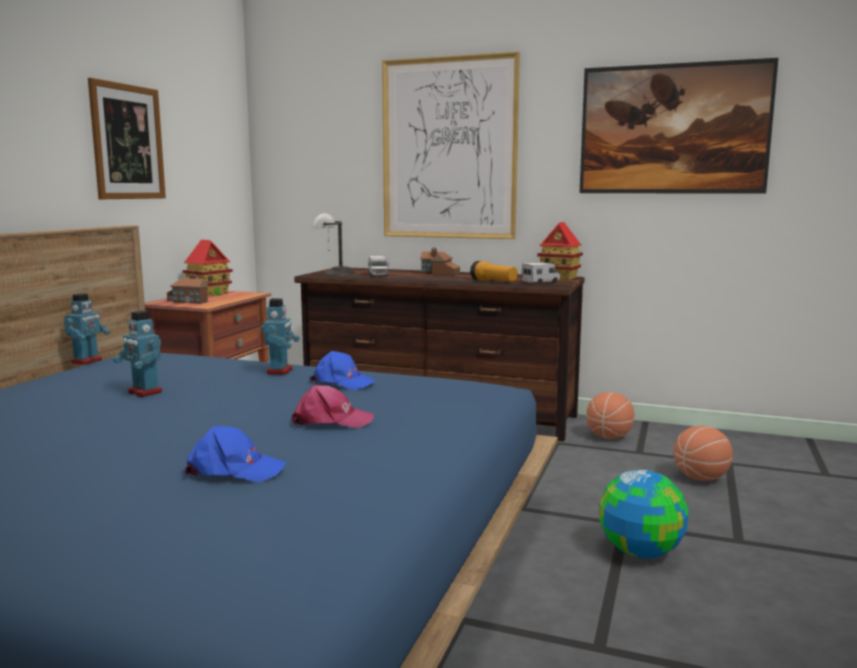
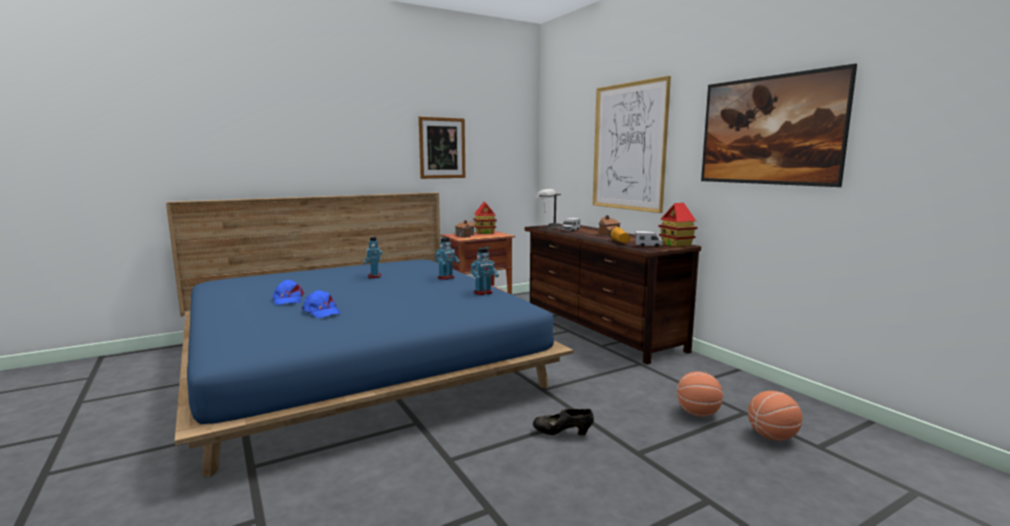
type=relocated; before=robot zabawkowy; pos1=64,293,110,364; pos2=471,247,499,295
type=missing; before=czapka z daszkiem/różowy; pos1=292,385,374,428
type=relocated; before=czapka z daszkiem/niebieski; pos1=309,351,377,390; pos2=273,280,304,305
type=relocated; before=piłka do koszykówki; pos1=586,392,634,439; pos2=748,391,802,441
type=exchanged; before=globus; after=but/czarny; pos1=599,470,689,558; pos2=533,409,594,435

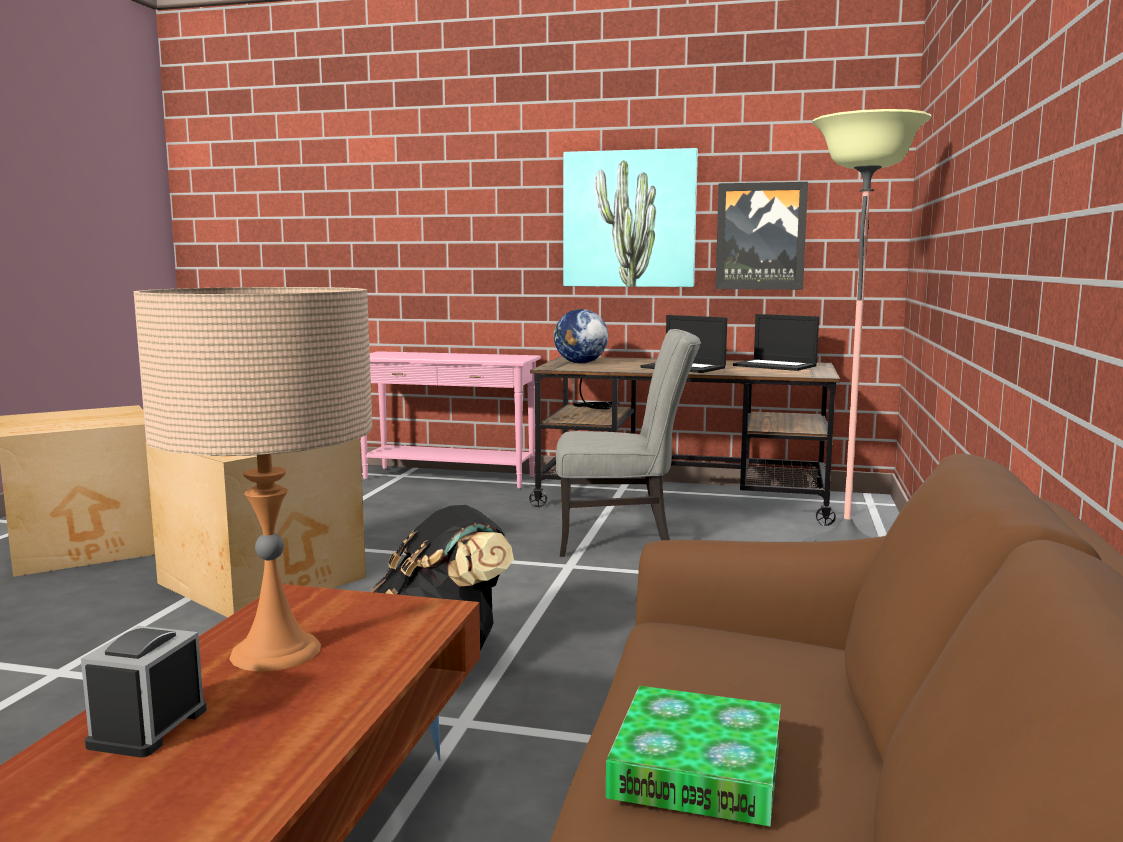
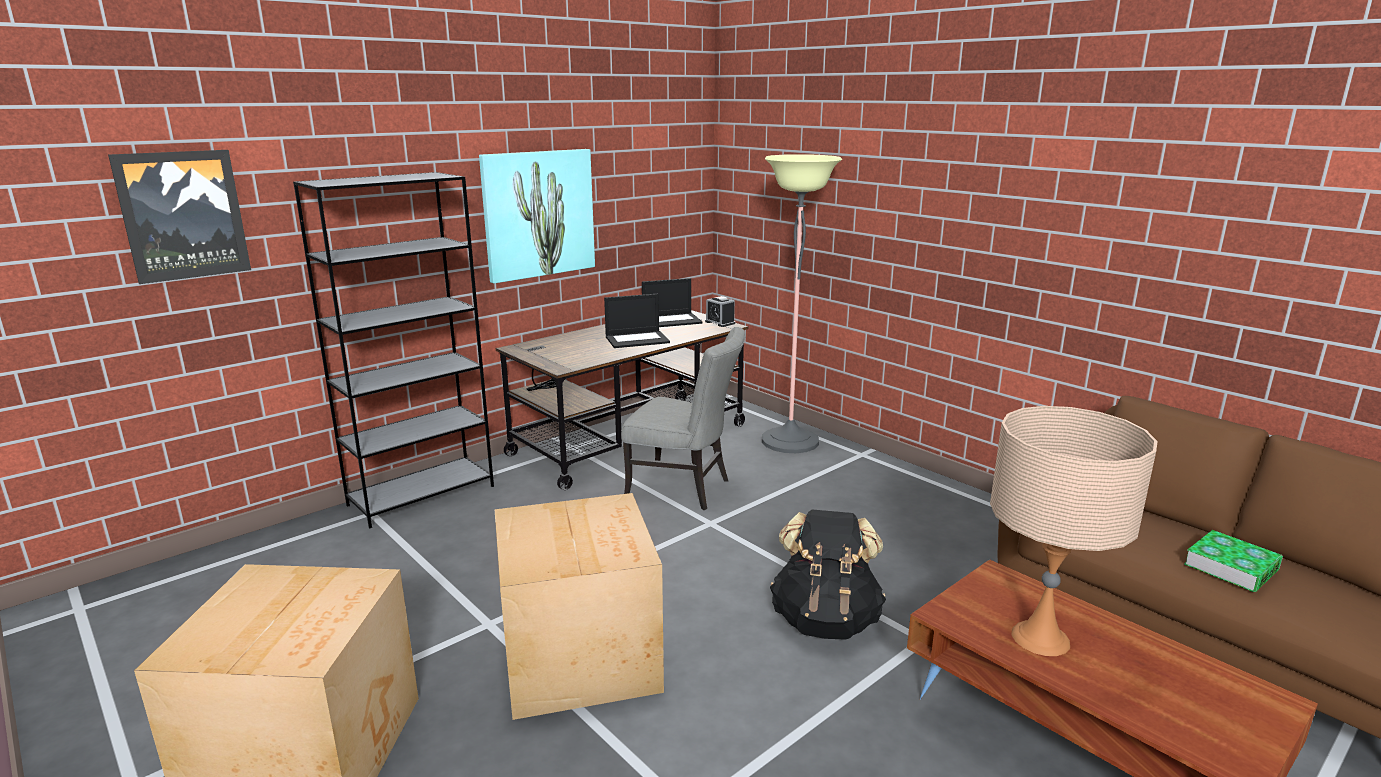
type=relocated; before=budzik; pos1=81,626,207,758; pos2=705,296,735,327
type=exchanged; before=stolik konsolowy/różowy; after=regał/szary; pos1=361,351,541,489; pos2=293,172,494,528
type=missing; before=globus; pos1=553,309,608,363
type=spun; before=krzesło/szary; pos1=556,329,701,557; pos2=621,327,746,510; turn=75
type=relocated; before=obraz; pos1=715,182,808,290; pos2=108,150,251,284

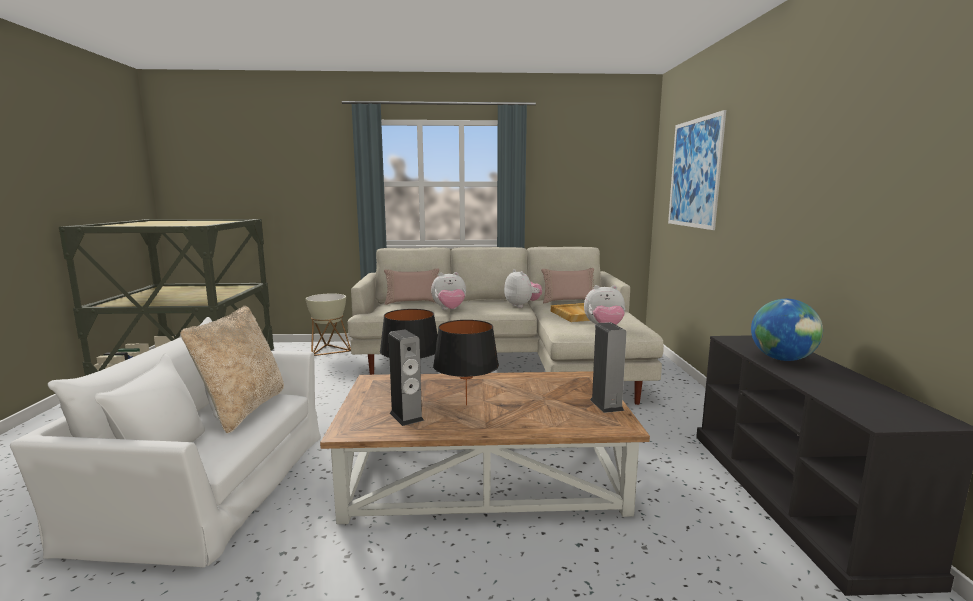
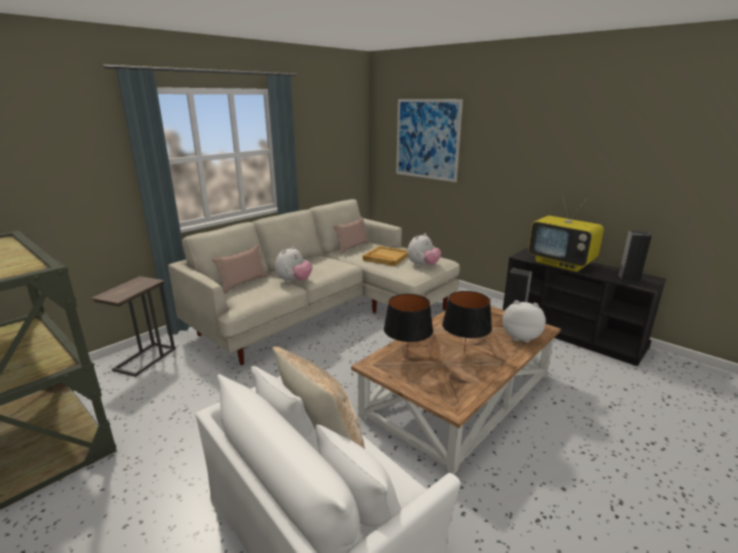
type=exchanged; before=donica; after=stolik/brązowy; pos1=306,293,351,356; pos2=92,276,176,377
type=relocated; before=głośnik; pos1=389,329,424,426; pos2=616,231,652,284
type=relocated; before=pluszak; pos1=504,269,542,308; pos2=503,300,546,343
type=exchanged; before=globus; after=telewizor; pos1=751,299,823,361; pos2=528,194,604,272

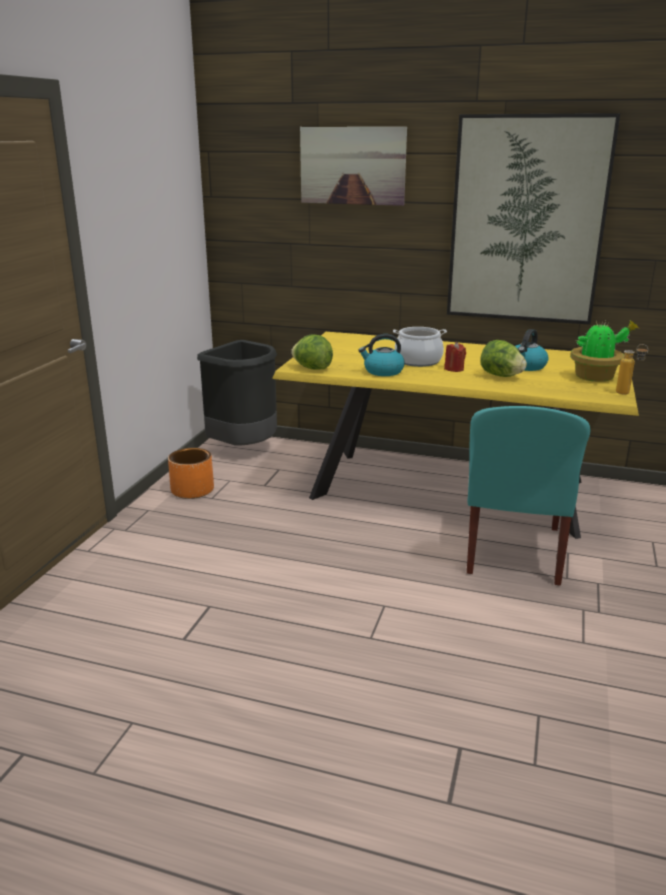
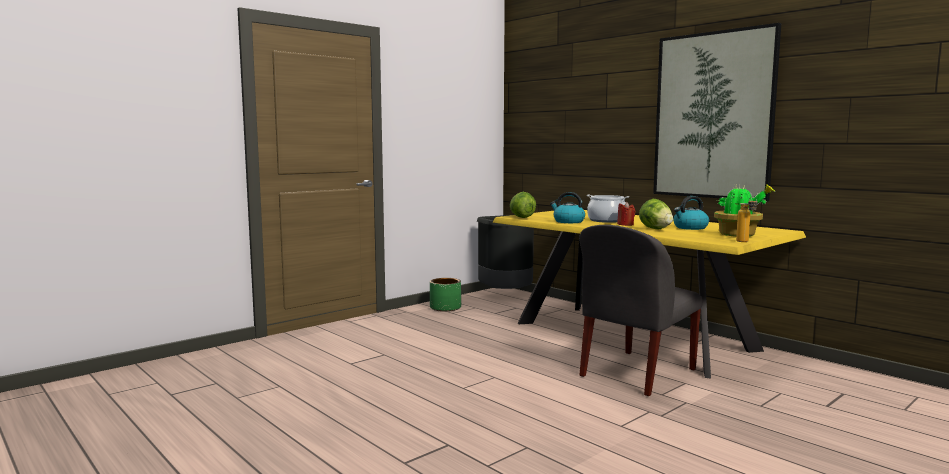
type=colour; before=donica/pomarańczowy; after=donica/zielony; pos1=168,448,214,499; pos2=430,278,461,312
type=missing; before=obraz; pos1=300,127,407,206
type=colour; before=krzesło/turkusowy; after=krzesło/szary; pos1=467,406,590,586; pos2=579,225,703,396

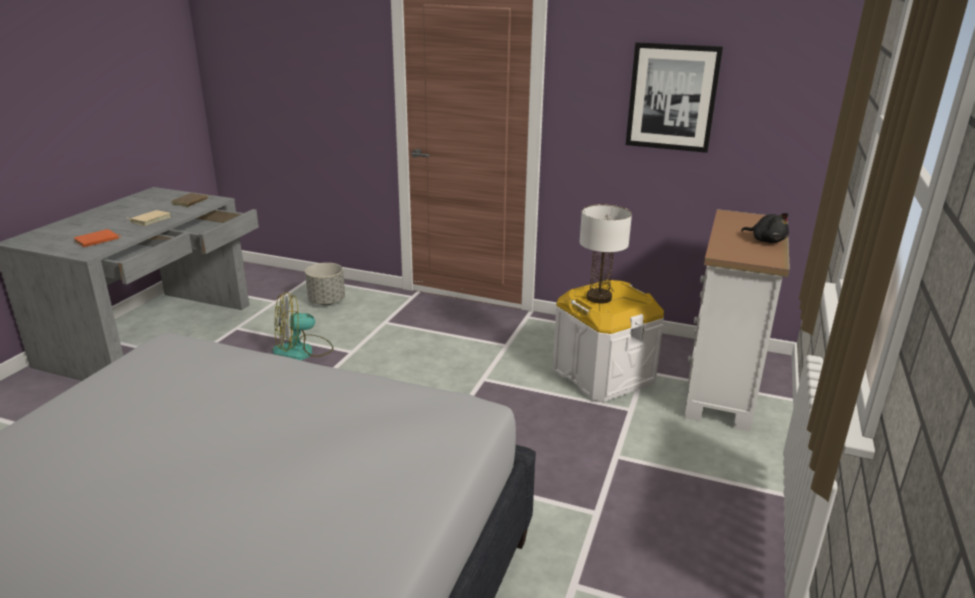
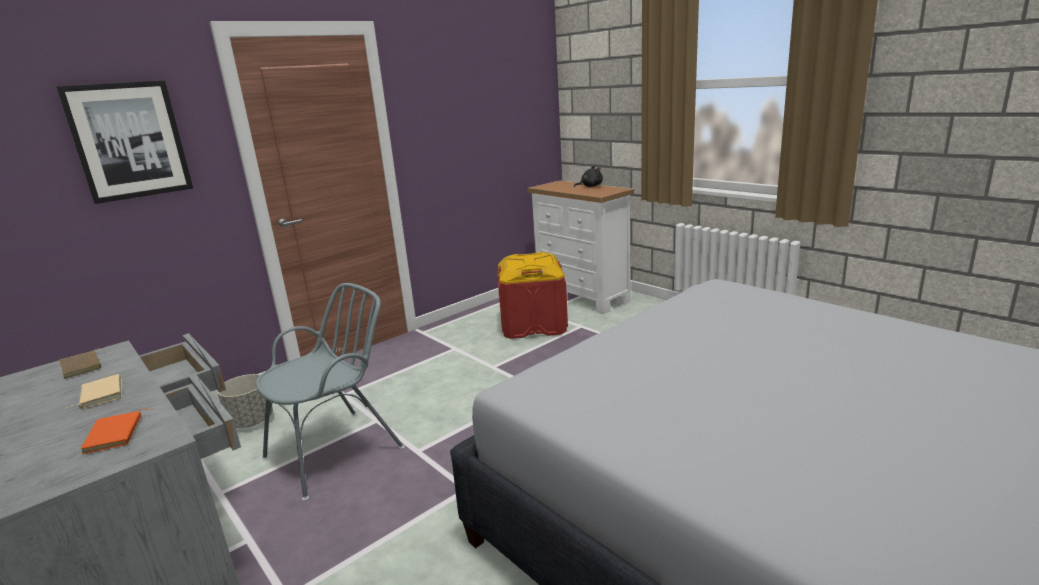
type=exchanged; before=wentylator; after=krzesło/szary; pos1=273,292,333,360; pos2=256,283,405,501
type=colour; before=pojemnik do przechowywania/biały; after=pojemnik do przechowywania/czerwony; pos1=552,280,664,402; pos2=497,252,568,339
type=missing; before=lampa stołowa; pos1=580,204,632,304
type=relocated; before=obraz; pos1=626,42,723,153; pos2=56,80,193,204

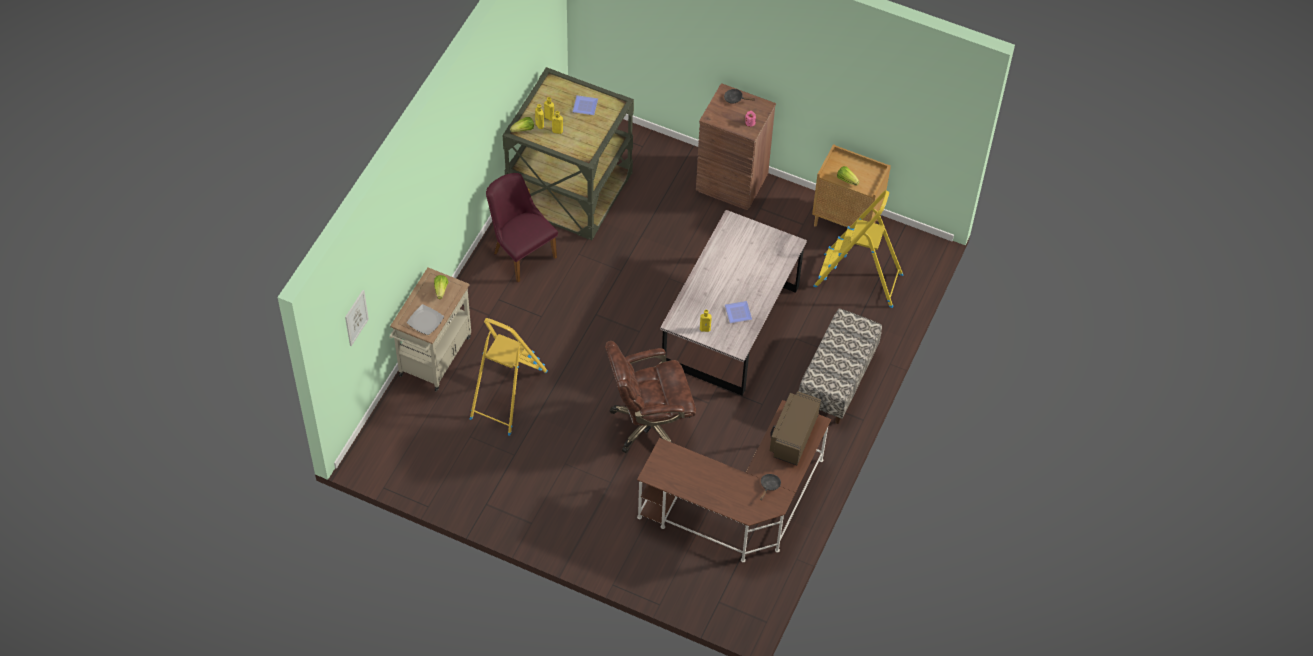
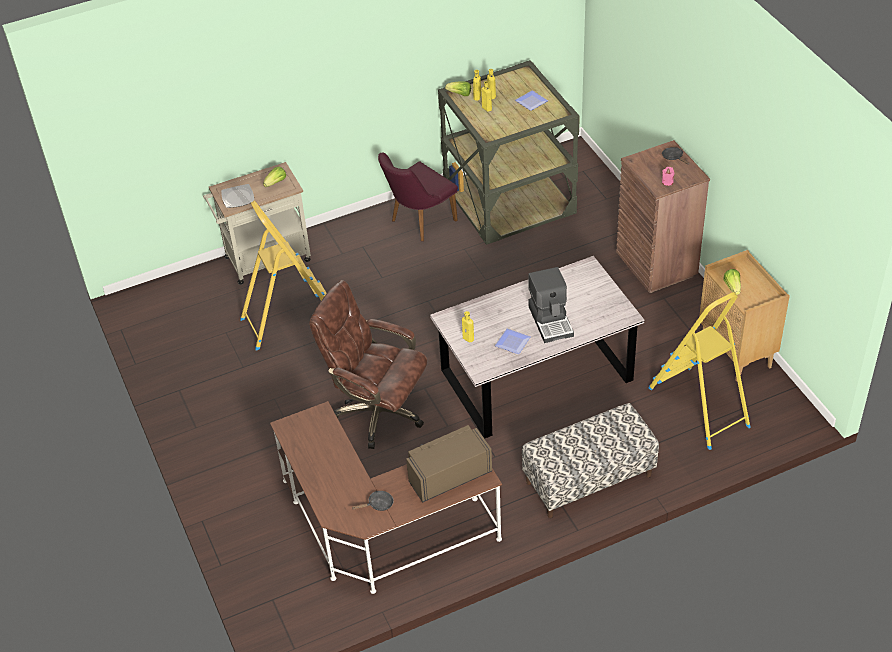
type=missing; before=obraz; pos1=345,290,369,346
type=spun; before=krzesło/fioletowy; pos1=486,173,558,282; pos2=378,152,458,241; turn=-135
type=appeared; after=ekspres do kawy; pos2=528,267,574,343

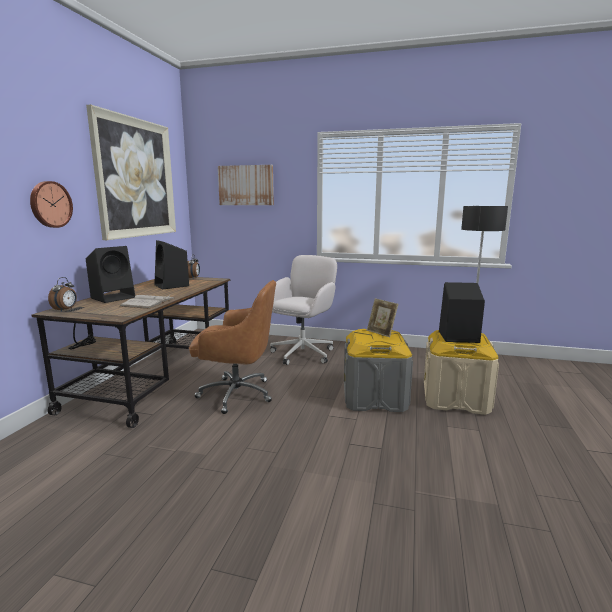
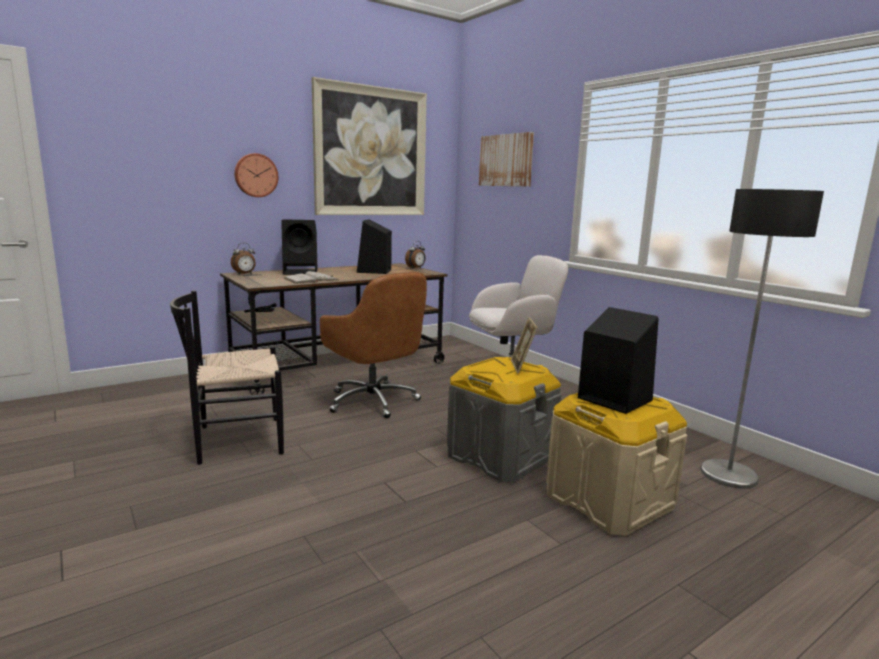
type=appeared; after=krzesło/czarny; pos2=170,291,284,465

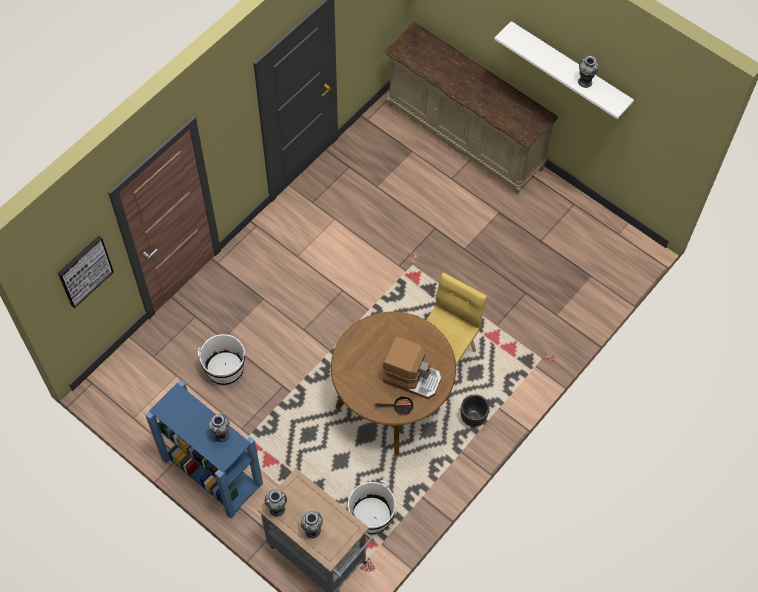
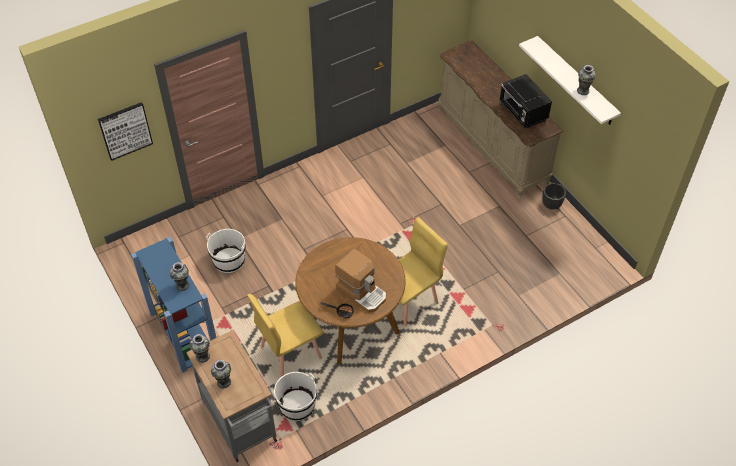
type=relocated; before=donica/czarny; pos1=461,394,489,427; pos2=542,183,566,209
type=appeared; after=krzesło/żółty; pos2=247,294,324,377
type=appeared; after=mikrofalówka/czarny; pos2=500,74,552,128

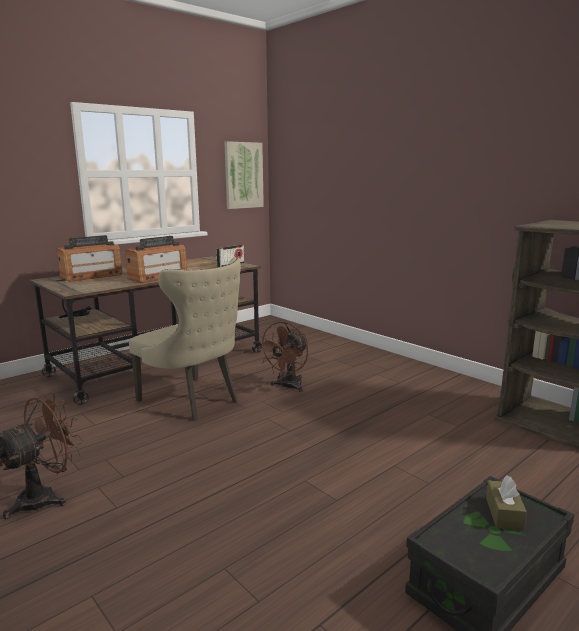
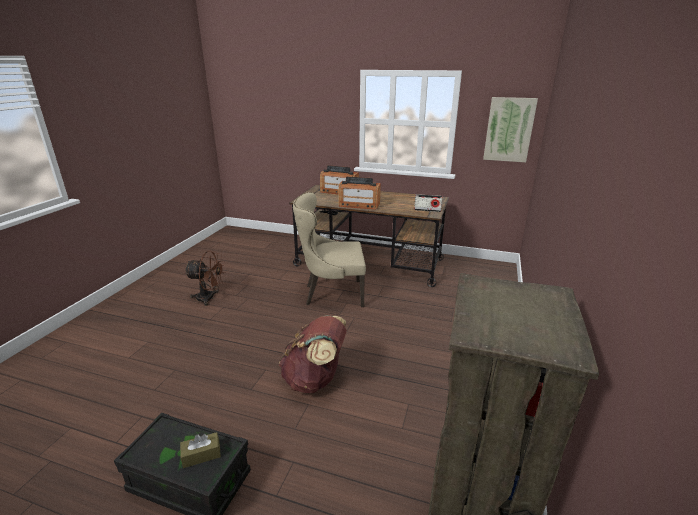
type=spun; before=krzesło/beżowy; pos1=129,257,241,421; pos2=293,192,366,307; turn=75
type=missing; before=wentylator/brązowy; pos1=257,322,309,392
type=appeared; after=plecak/brązowy; pos2=279,316,347,393

